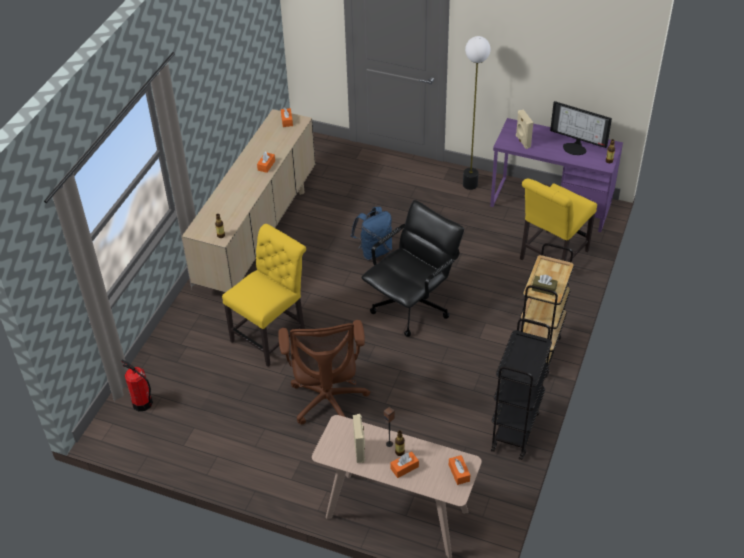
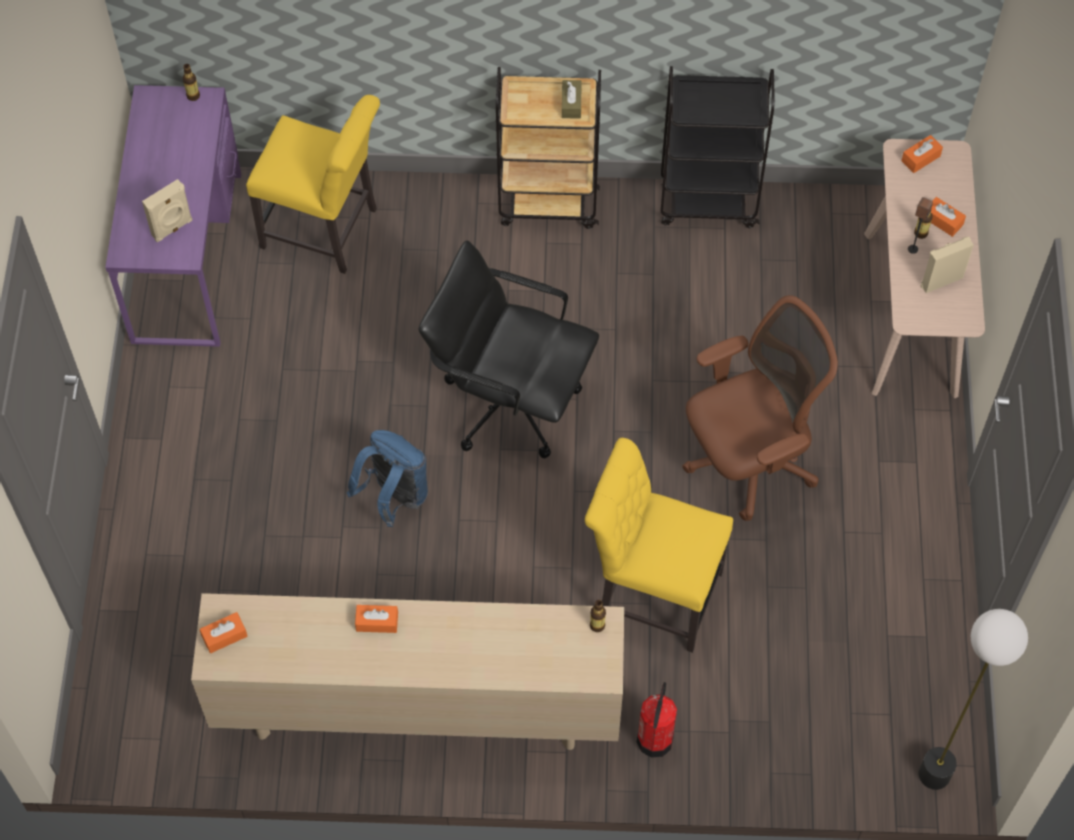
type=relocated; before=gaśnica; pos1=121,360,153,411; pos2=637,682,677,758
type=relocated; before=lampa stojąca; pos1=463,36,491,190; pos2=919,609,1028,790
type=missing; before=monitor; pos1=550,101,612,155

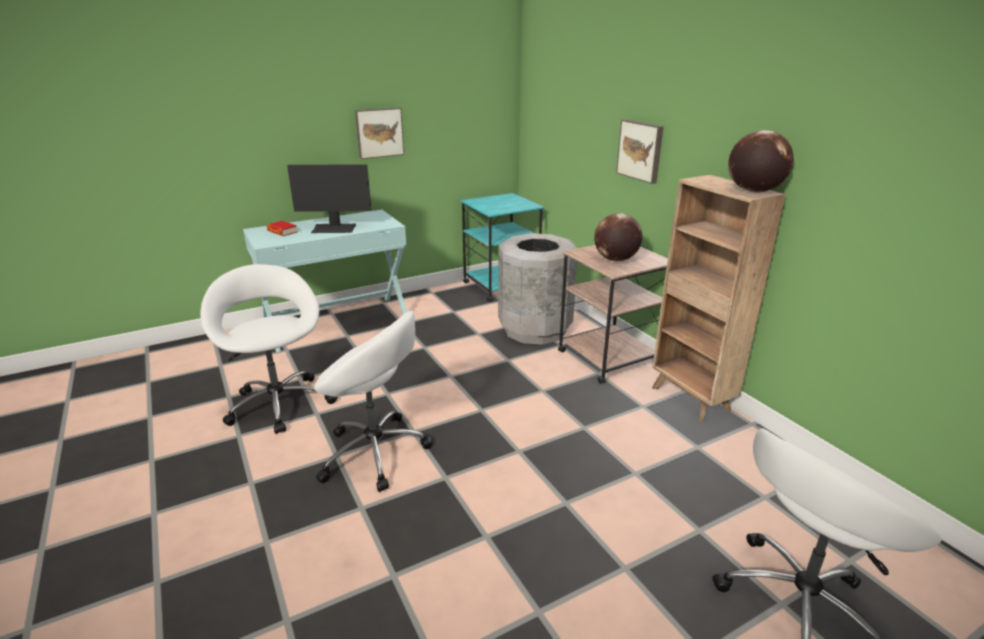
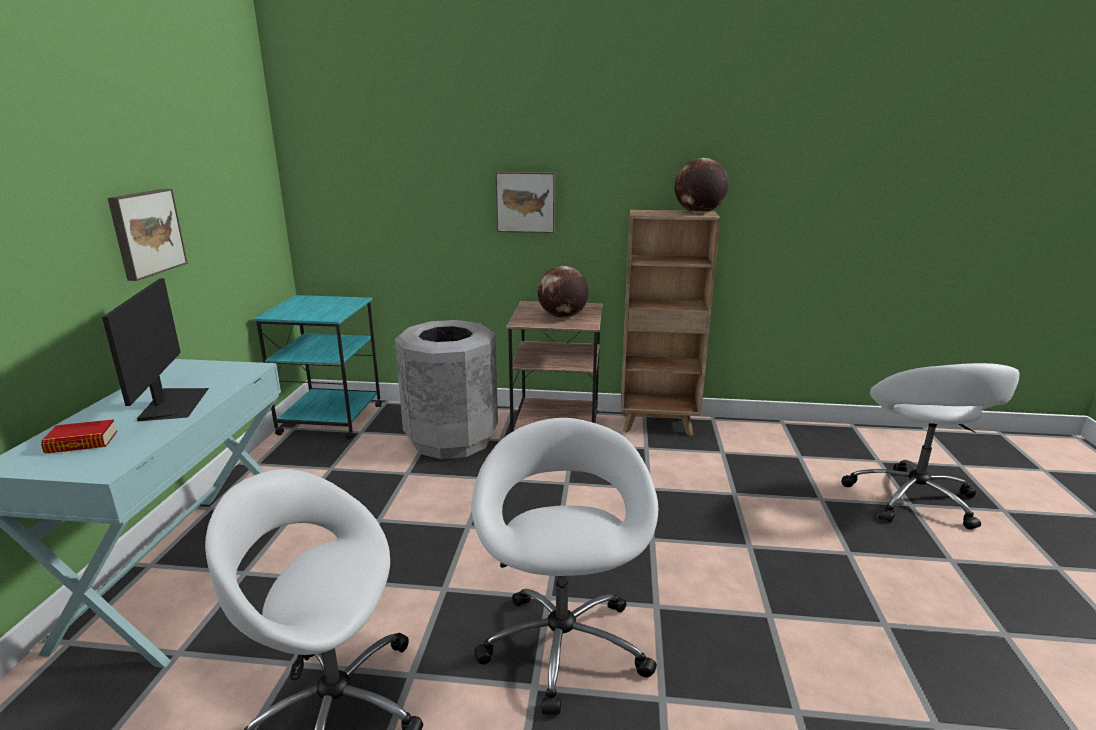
type=spun; before=monitor; pos1=287,164,372,233; pos2=102,278,209,421; turn=-45
type=spun; before=krzesło biurowe/biały; pos1=314,311,433,492; pos2=471,418,658,715; turn=-60

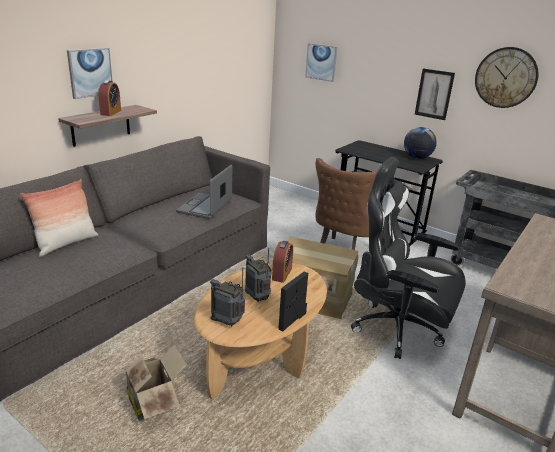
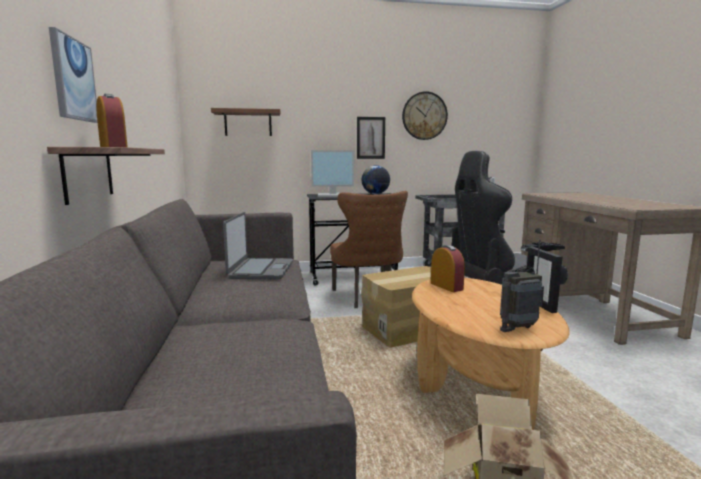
type=missing; before=poduszka; pos1=20,179,98,257
type=spun; before=laptop; pos1=176,165,232,219; pos2=223,212,293,279; turn=-150
type=missing; before=radio; pos1=245,248,272,302
type=exchanged; before=obraz; after=półka; pos1=305,43,337,82; pos2=211,108,280,136
type=appeared; after=monitor; pos2=311,150,354,197

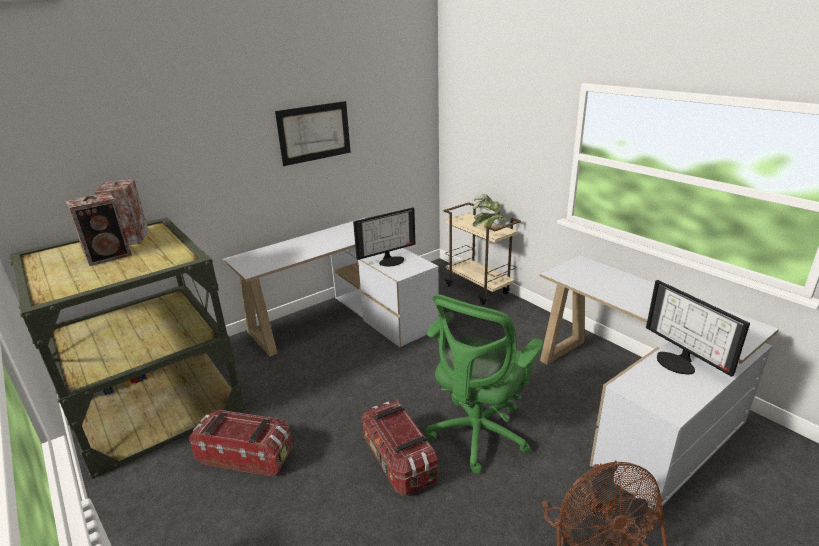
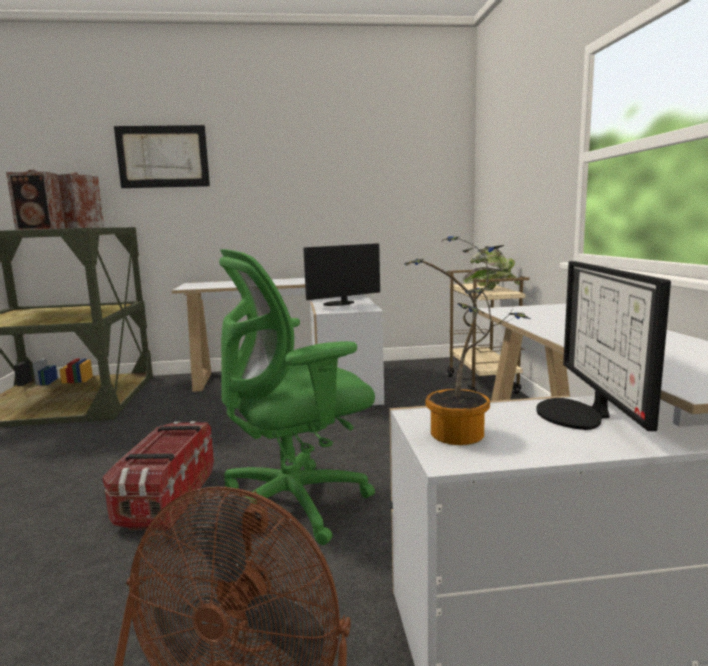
type=missing; before=pojemnik do przechowywania; pos1=189,410,293,477
type=relocated; before=obraz; pos1=275,101,351,166; pos2=114,125,210,188
type=spun; before=monitor; pos1=353,208,415,266; pos2=303,243,380,306; turn=150
type=appeared; after=roślina doniczkowa; pos2=404,236,531,445

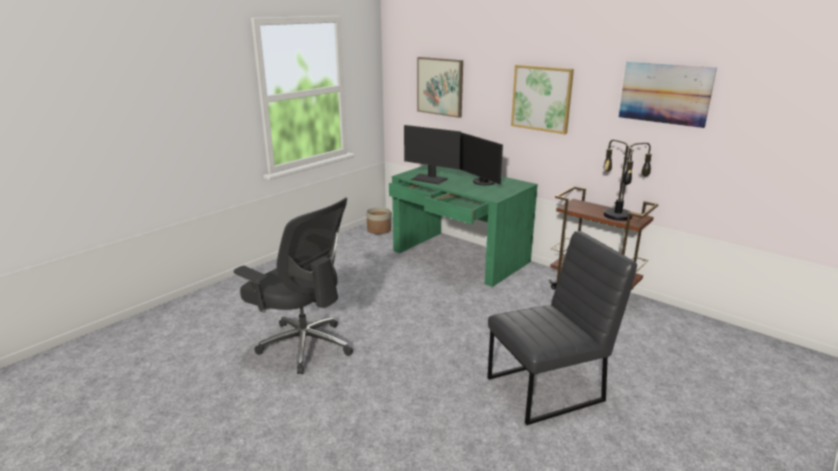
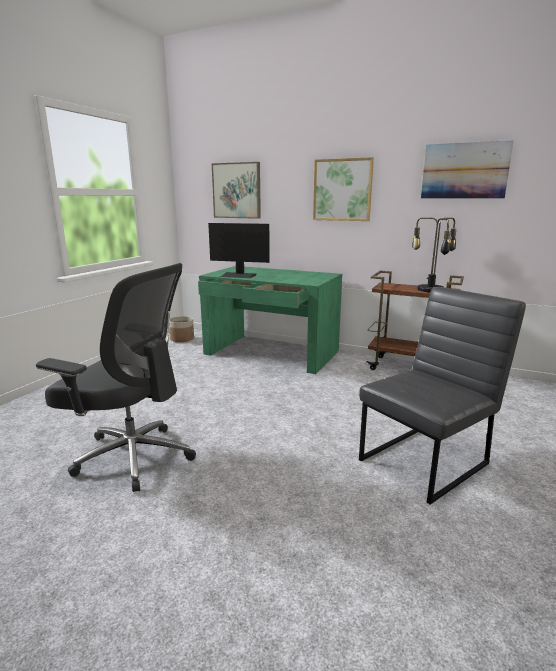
type=missing; before=monitor; pos1=460,132,503,185

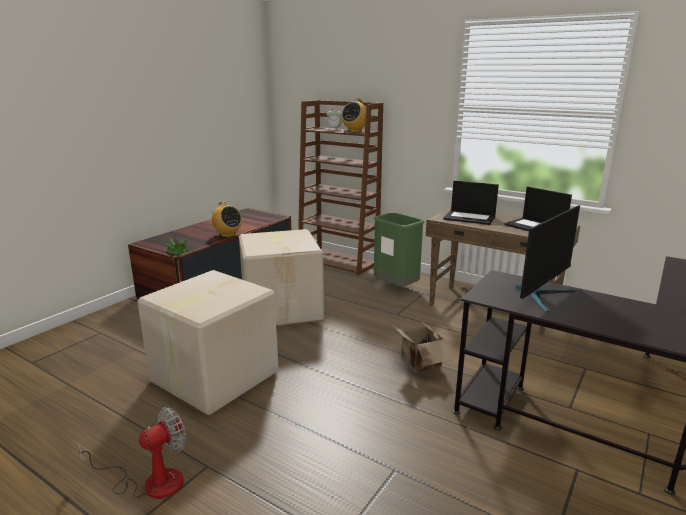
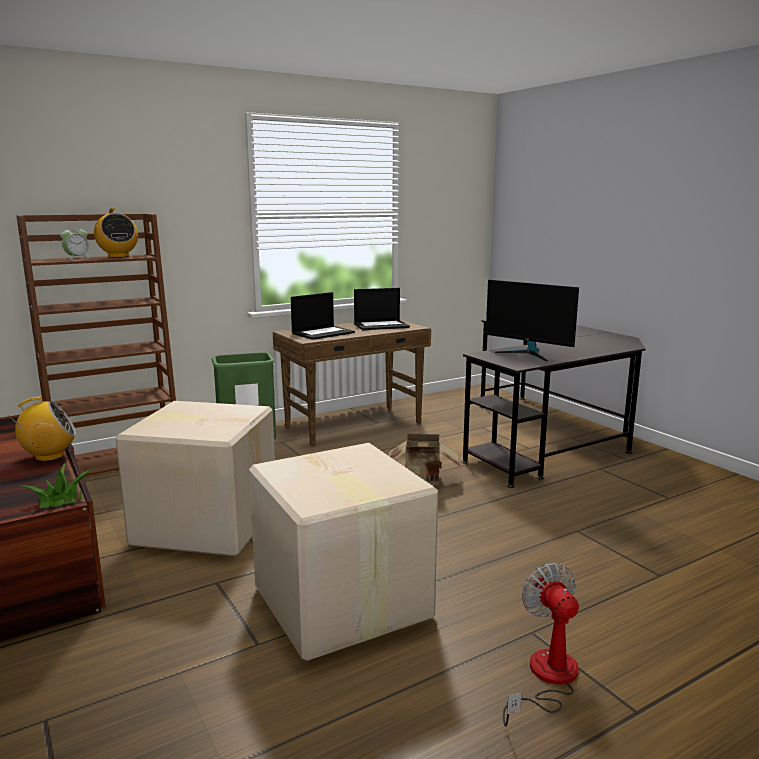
type=spun; before=monitor; pos1=516,205,580,313; pos2=485,280,579,361; turn=150

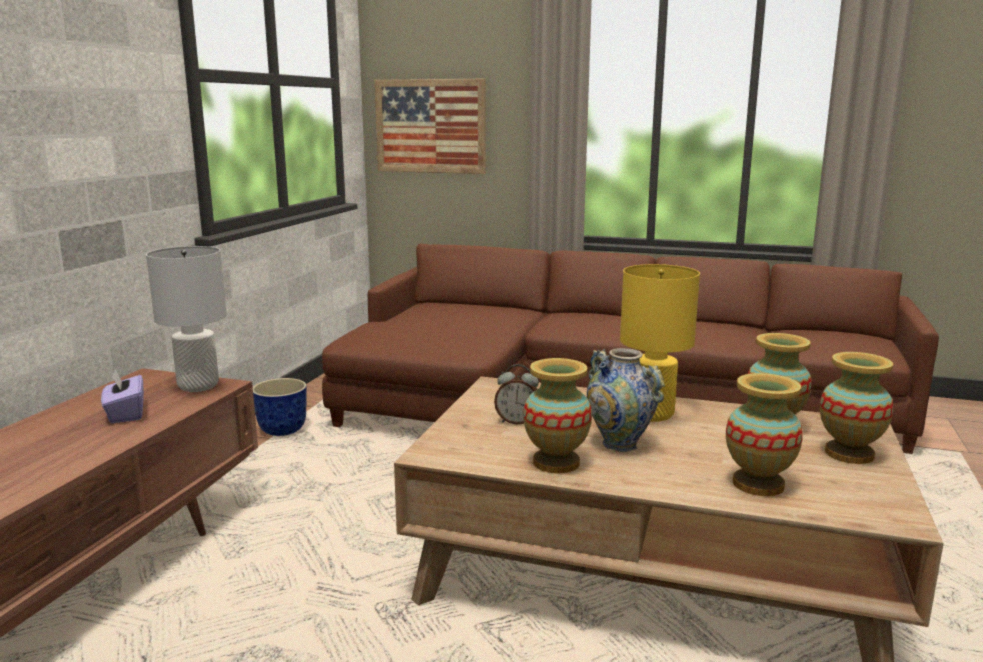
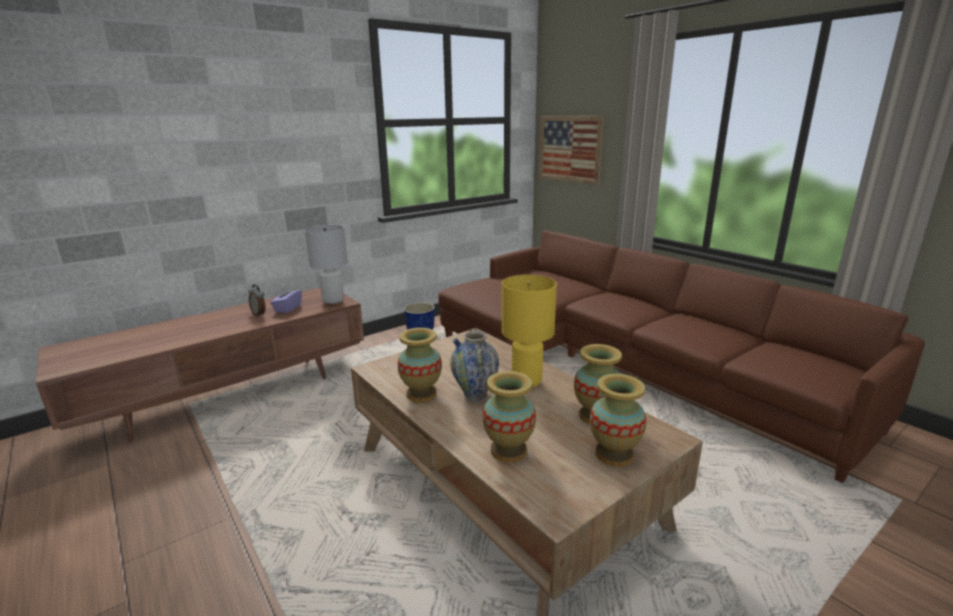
type=relocated; before=budzik; pos1=494,364,539,425; pos2=248,284,265,317

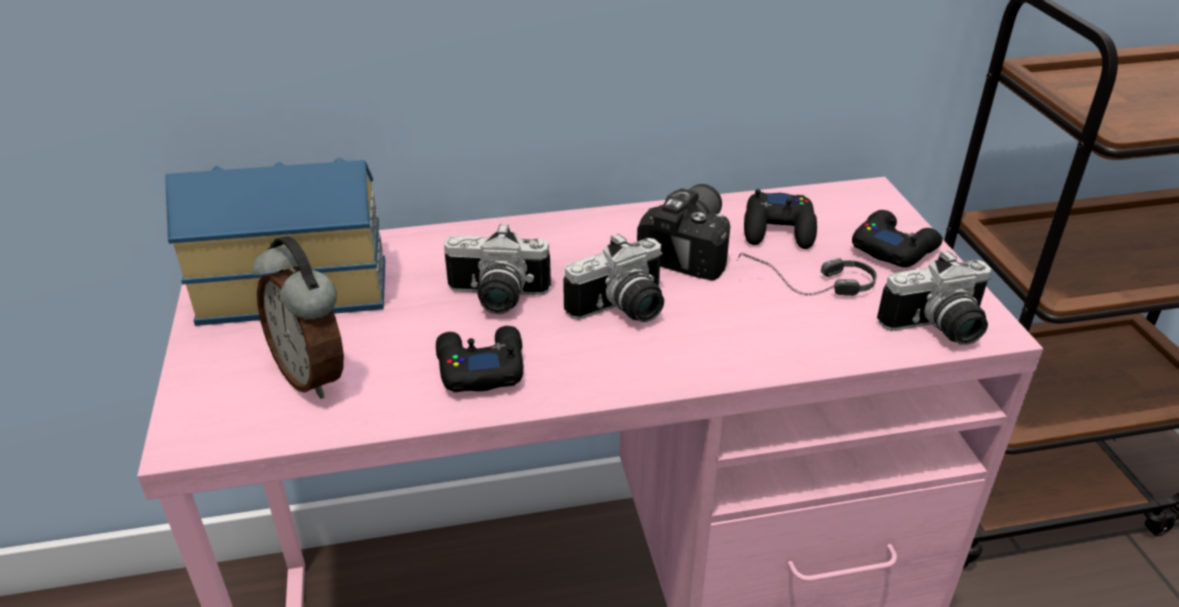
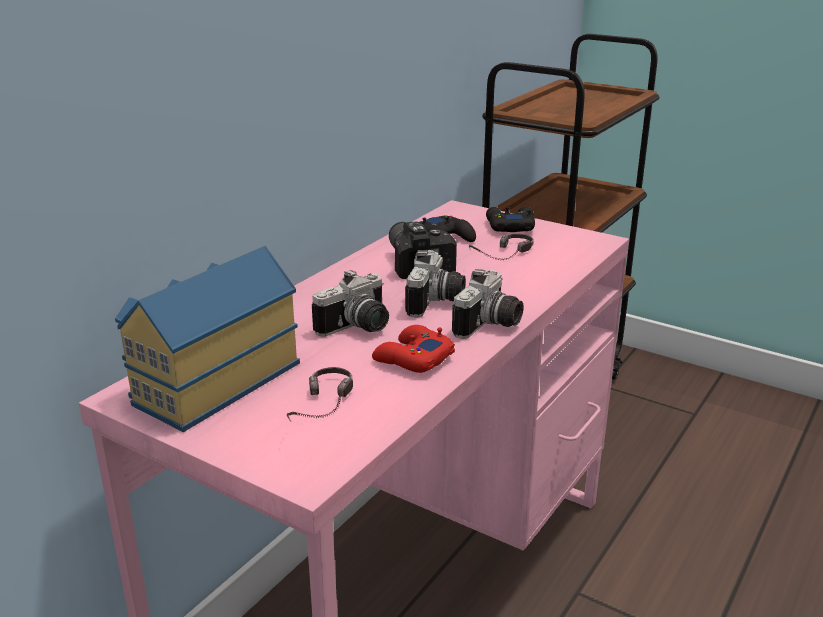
type=exchanged; before=budzik; after=słuchawki; pos1=253,236,344,399; pos2=287,367,353,421
type=colour; before=pad do gier/czarny; after=pad do gier/czerwony; pos1=436,326,523,393; pos2=372,325,455,373
type=relocated; before=aparat fotograficzny; pos1=877,250,992,345; pos2=452,269,524,339

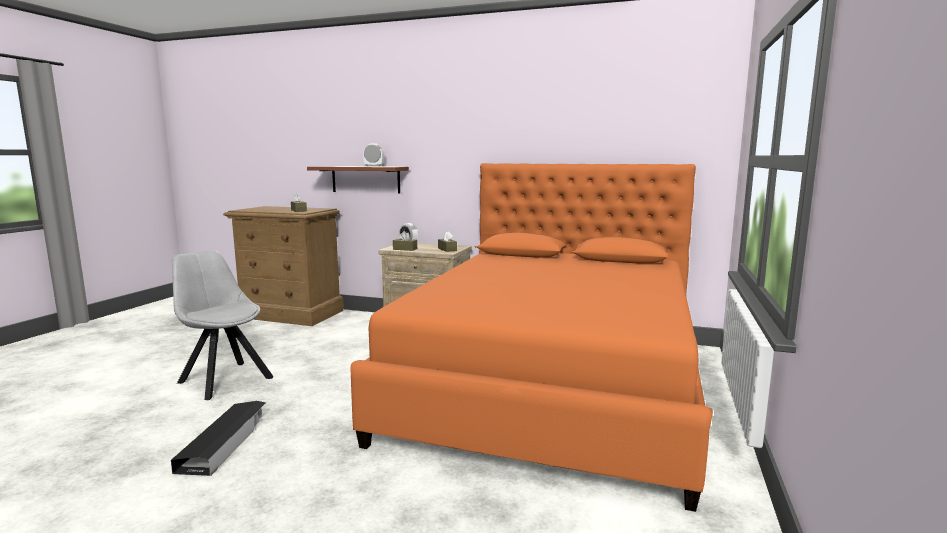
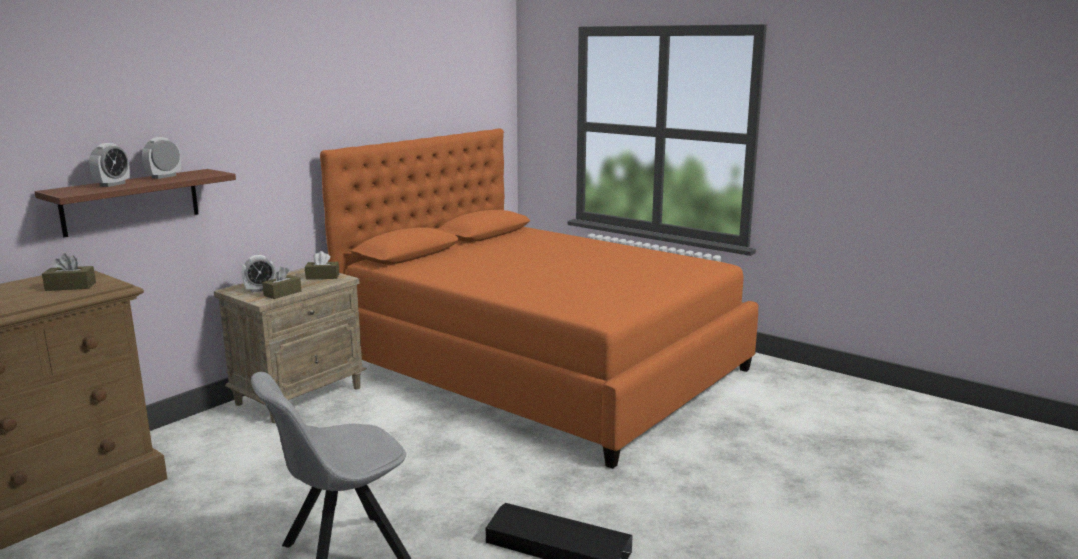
type=appeared; after=budzik; pos2=89,143,130,187

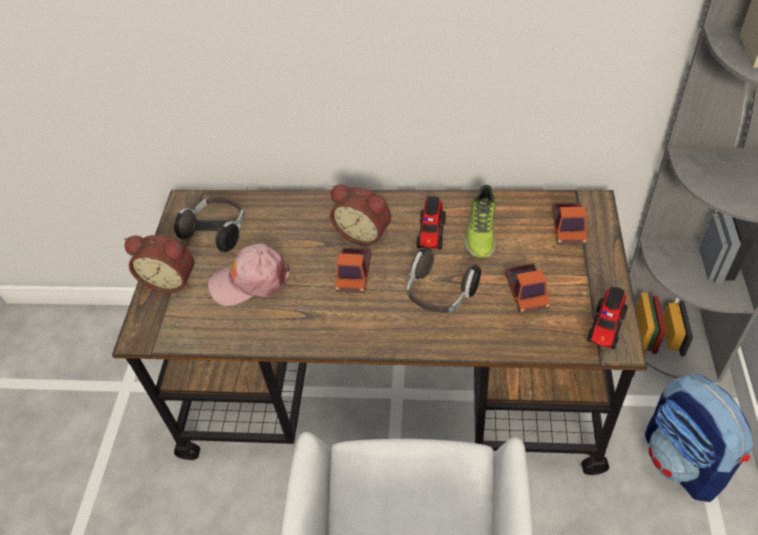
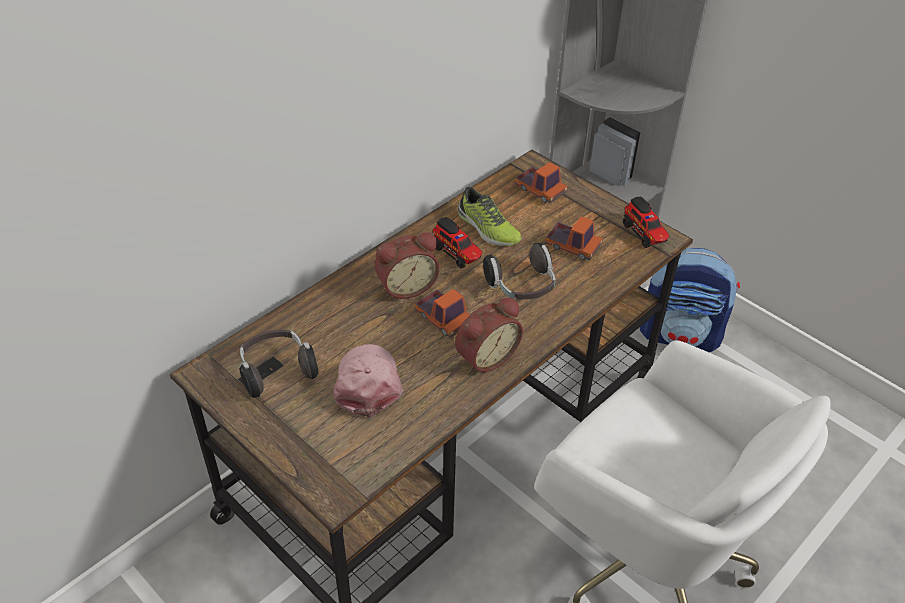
type=relocated; before=budzik; pos1=125,235,194,293; pos2=455,297,523,373
type=spun; before=czapka z daszkiem/różowy; pos1=208,243,290,306; pos2=333,344,403,418; turn=150

